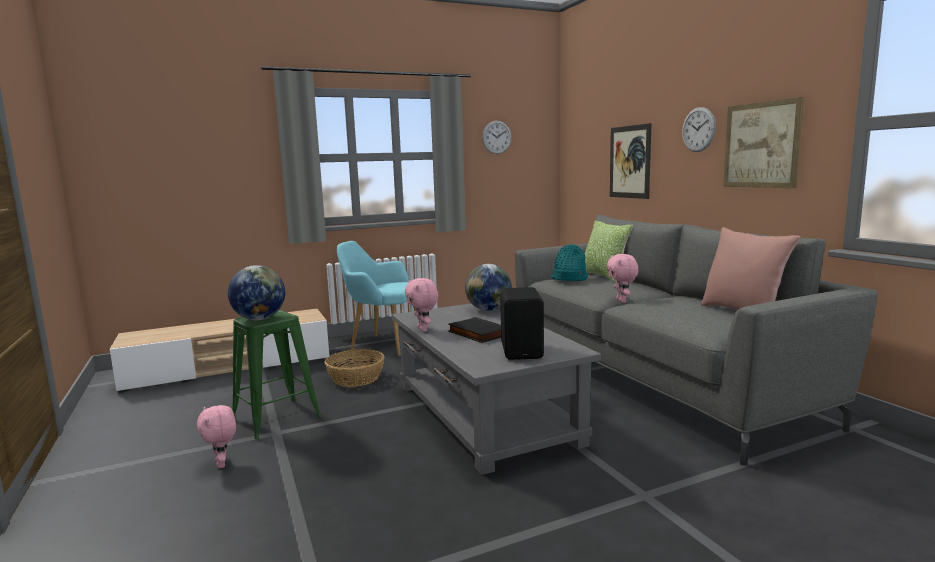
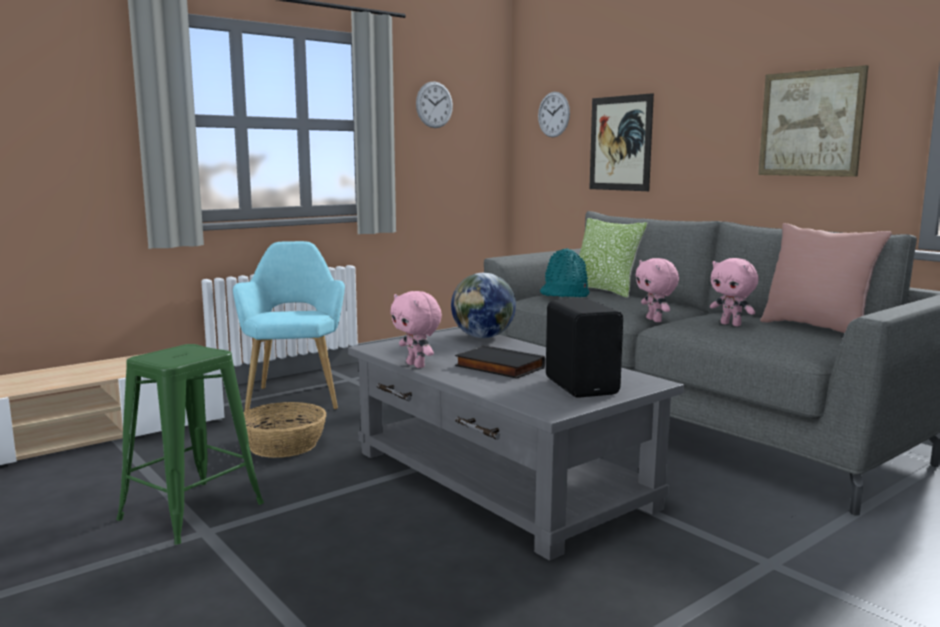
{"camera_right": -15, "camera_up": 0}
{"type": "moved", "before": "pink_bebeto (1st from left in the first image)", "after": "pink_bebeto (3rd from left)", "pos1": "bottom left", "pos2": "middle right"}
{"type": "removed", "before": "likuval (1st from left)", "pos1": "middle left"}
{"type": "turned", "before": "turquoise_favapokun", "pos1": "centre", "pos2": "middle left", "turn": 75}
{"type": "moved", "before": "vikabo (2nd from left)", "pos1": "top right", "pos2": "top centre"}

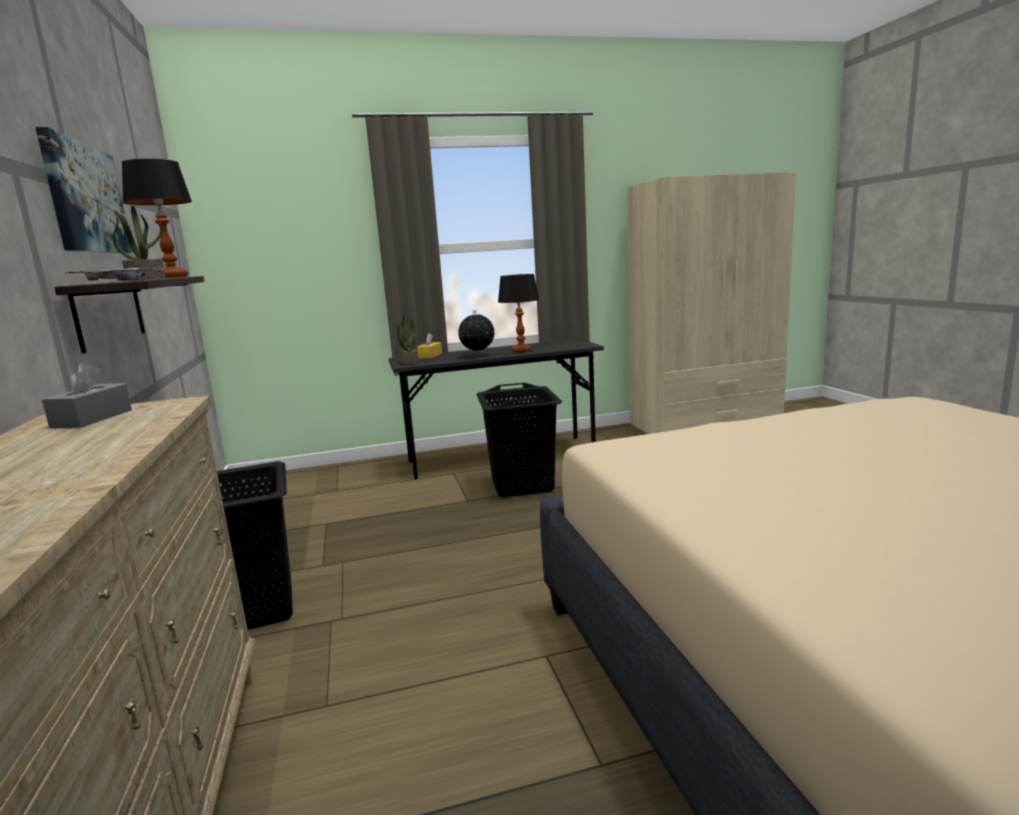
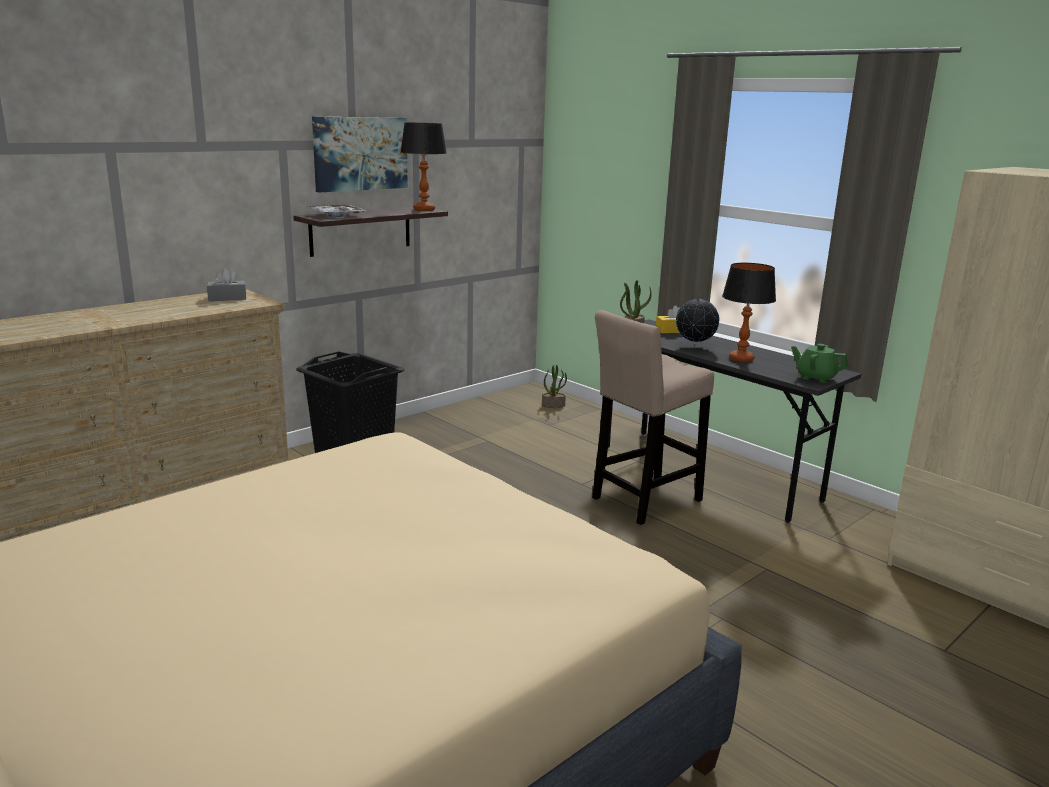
{"camera_right": 60, "camera_up": 5}
{"type": "moved", "before": "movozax (1st from left)", "pos1": "top left", "pos2": "centre"}
{"type": "replaced", "before": "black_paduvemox (2nd from left)", "after": "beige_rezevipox", "pos1": "centre", "pos2": "centre"}
{"type": "added", "after": "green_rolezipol", "pos2": "middle right"}

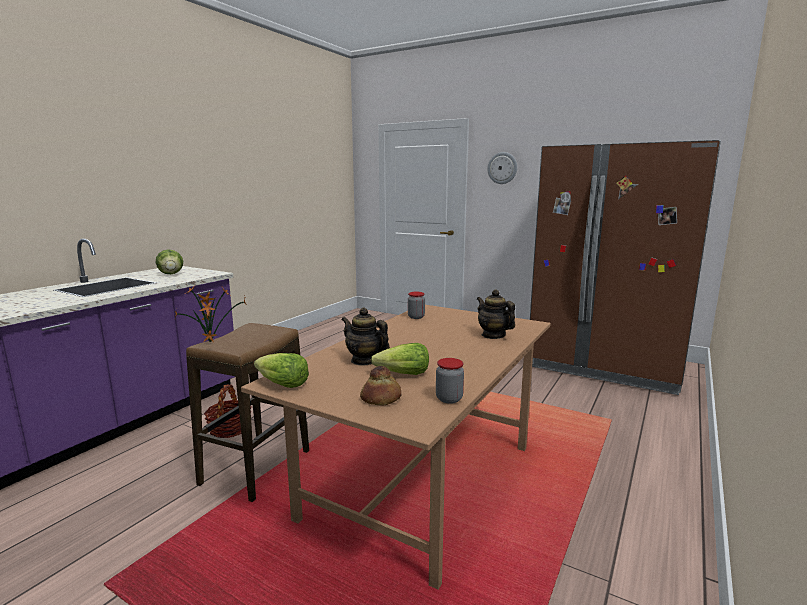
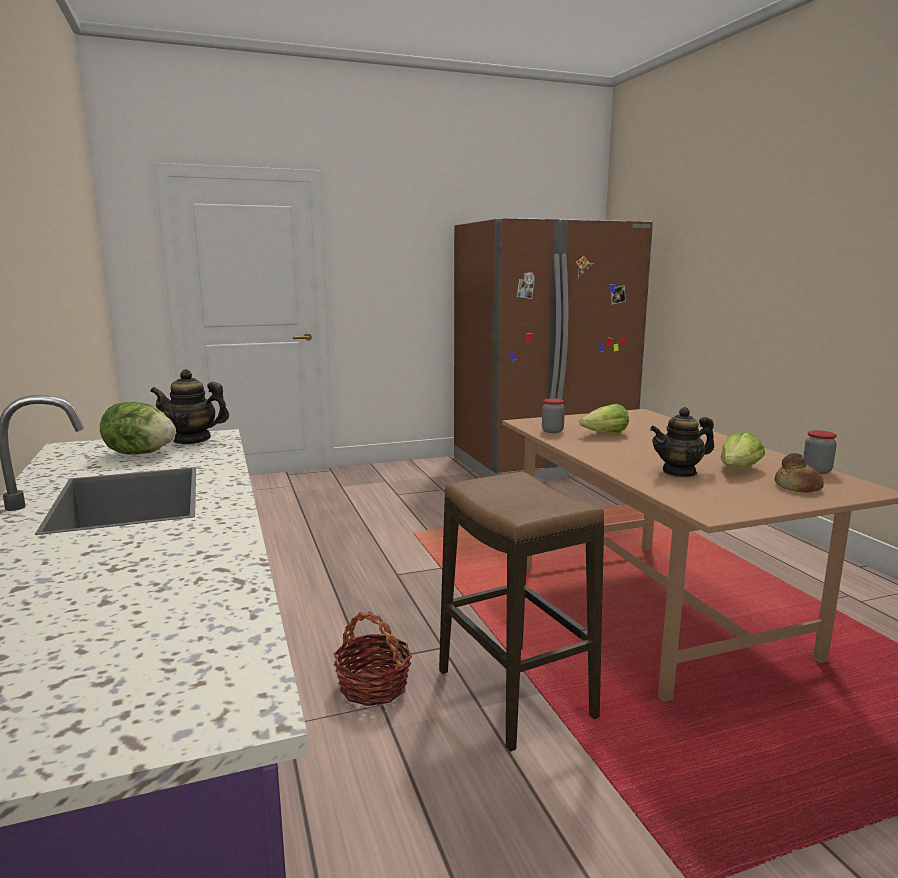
{"camera_right": -50, "camera_up": 0}
{"type": "removed", "before": "movozax", "pos1": "middle left"}
{"type": "moved", "before": "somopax (2nd from left)", "pos1": "centre", "pos2": "middle right"}
{"type": "moved", "before": "rolezipol (2nd from left in the first image)", "after": "rolezipol (1st from left)", "pos1": "centre", "pos2": "middle left"}
{"type": "removed", "before": "vikabo", "pos1": "top centre"}

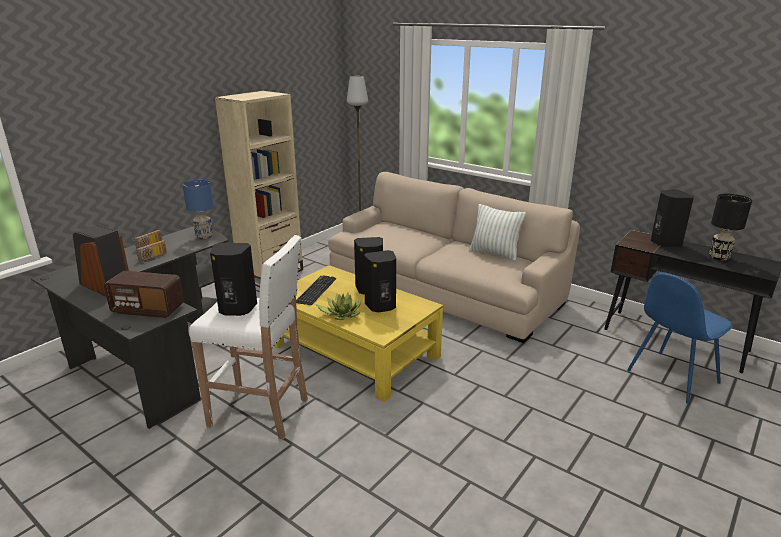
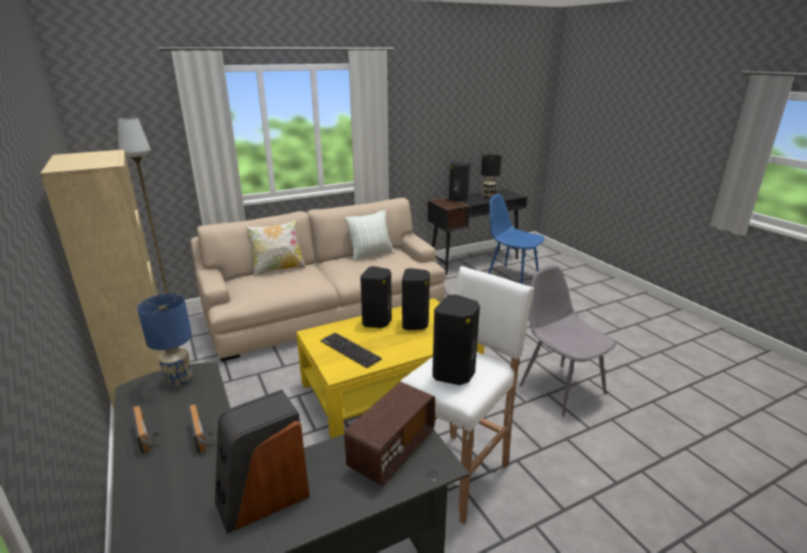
{"camera_right": -65, "camera_up": 0}
{"type": "removed", "before": "movozax", "pos1": "centre"}
{"type": "turned", "before": "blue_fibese", "pos1": "middle right", "pos2": "centre", "turn": 135}
{"type": "added", "after": "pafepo (1st from left)", "pos2": "centre"}
{"type": "added", "after": "grey_fibese", "pos2": "middle right"}

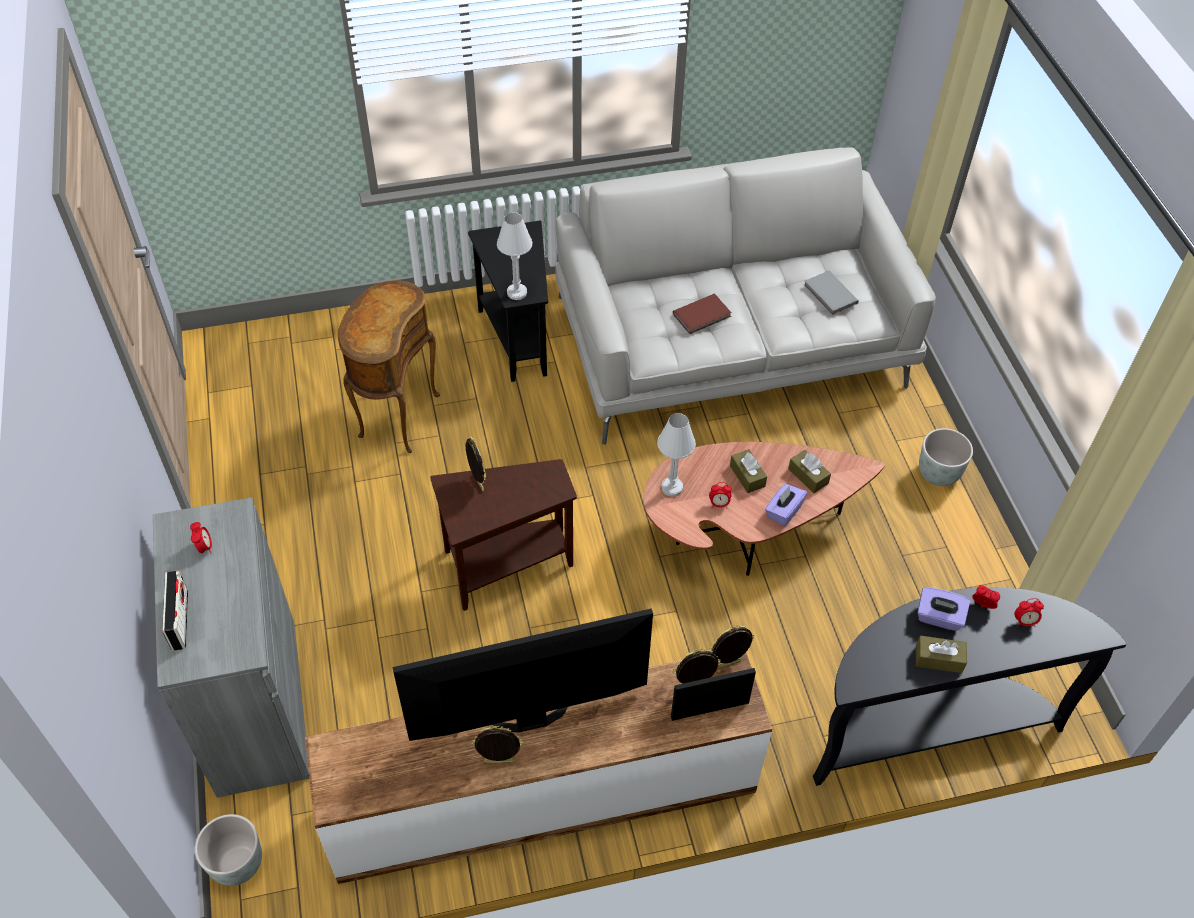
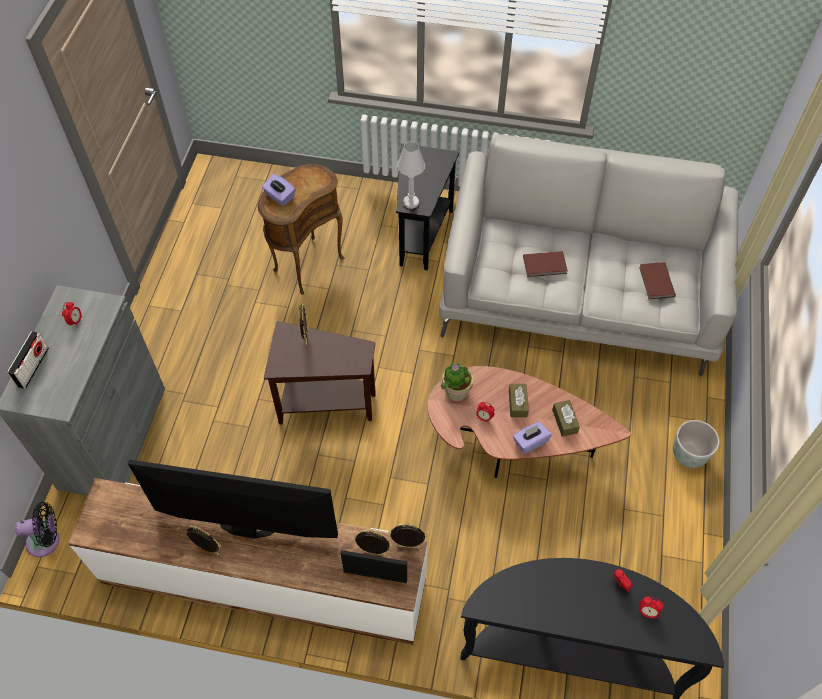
{"camera_right": 25, "camera_up": 5}
{"type": "replaced", "before": "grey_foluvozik (1st from left)", "after": "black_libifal", "pos1": "bottom left", "pos2": "bottom left"}
{"type": "replaced", "before": "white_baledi (2nd from left)", "after": "movozax", "pos1": "centre", "pos2": "centre"}
{"type": "recoloured", "before": "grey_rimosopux", "after": "brown_rimosopux (2nd from left)", "pos1": "top right", "pos2": "middle right"}
{"type": "removed", "before": "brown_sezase (3rd from left)", "pos1": "bottom right"}
{"type": "moved", "before": "purple_sezase (2nd from left in the first image)", "after": "purple_sezase (1st from left)", "pos1": "middle right", "pos2": "top centre"}

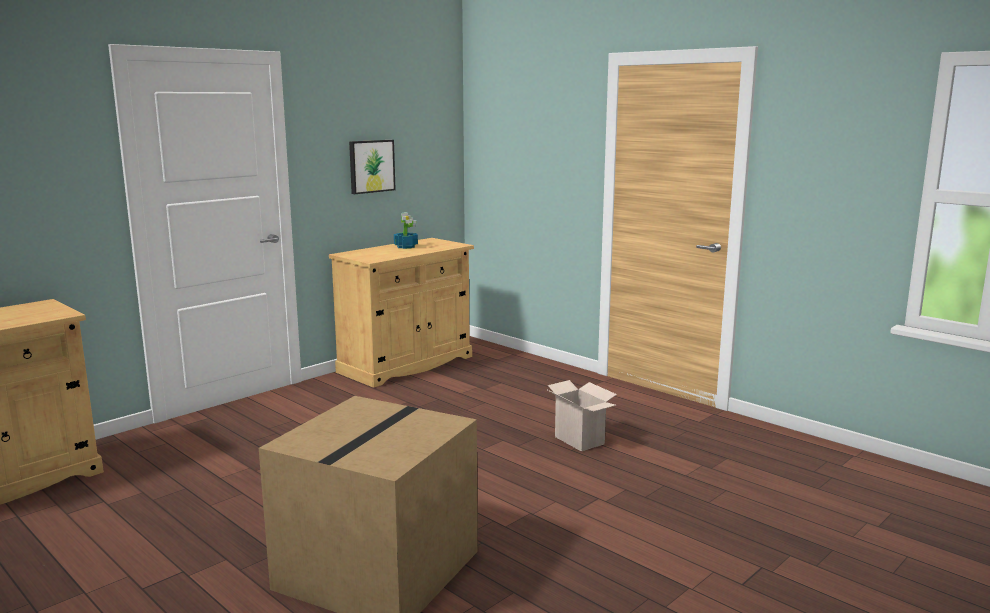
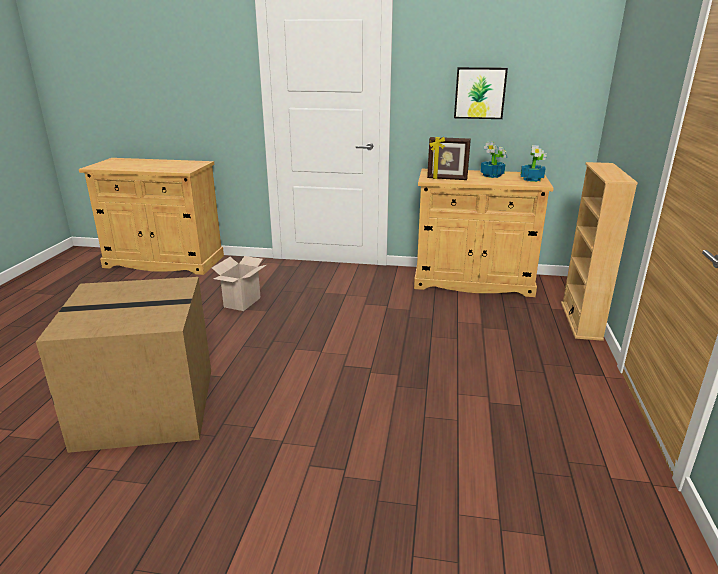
{"camera_right": 55, "camera_up": 10}
{"type": "moved", "before": "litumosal (2nd from left)", "pos1": "bottom centre", "pos2": "middle left"}
{"type": "added", "after": "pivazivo", "pos2": "top centre"}
{"type": "added", "after": "movozax (2nd from left)", "pos2": "top right"}
{"type": "added", "after": "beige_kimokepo", "pos2": "middle right"}

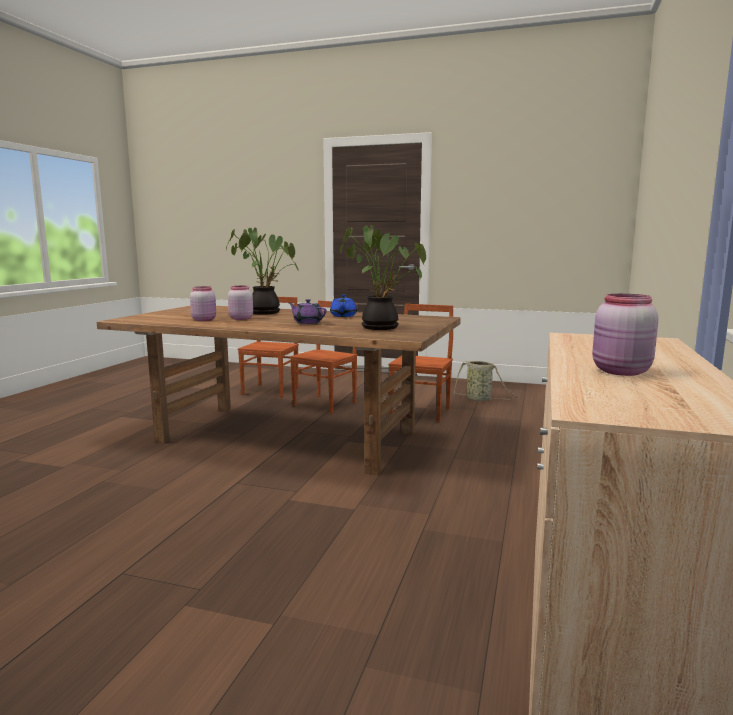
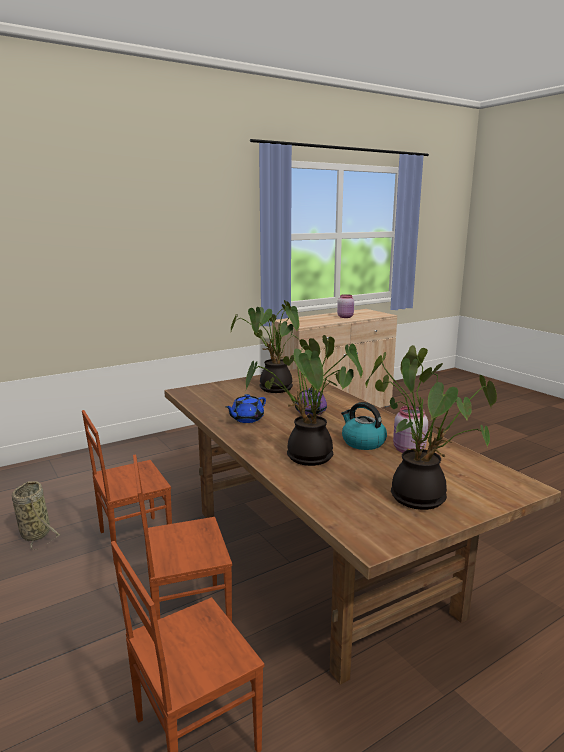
{"camera_right": -140, "camera_up": 5}
{"type": "replaced", "before": "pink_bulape (2nd from left)", "after": "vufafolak", "pos1": "middle left", "pos2": "centre"}
{"type": "added", "after": "movozax (3rd from left)", "pos2": "middle right"}

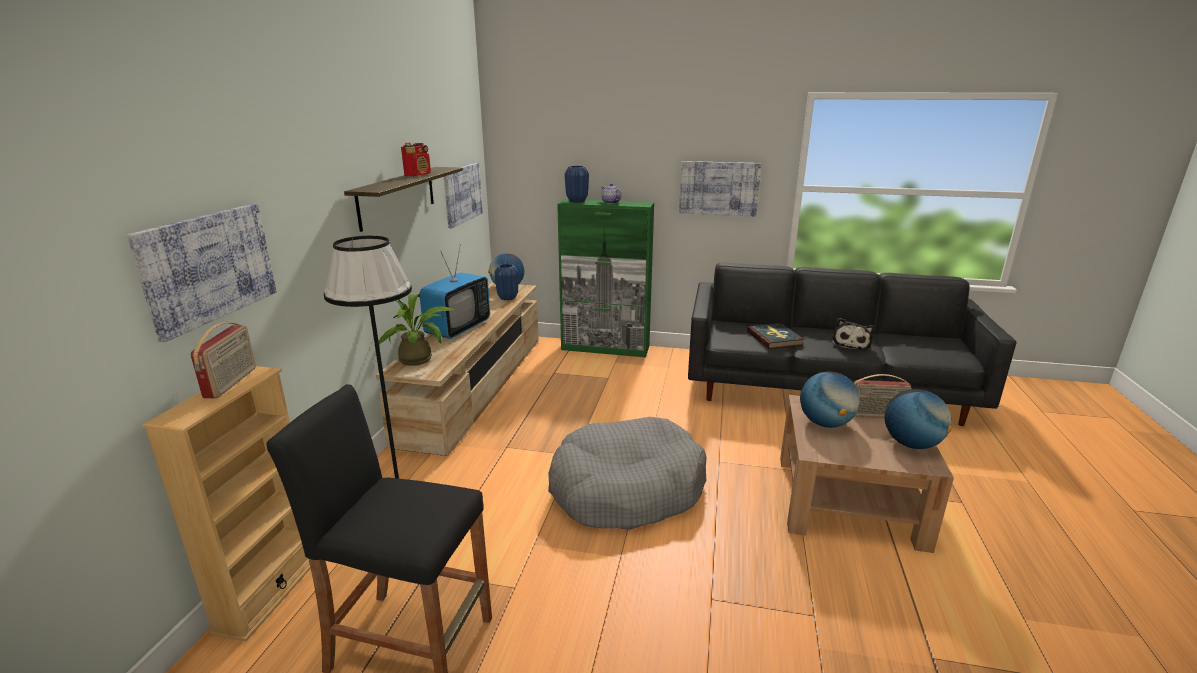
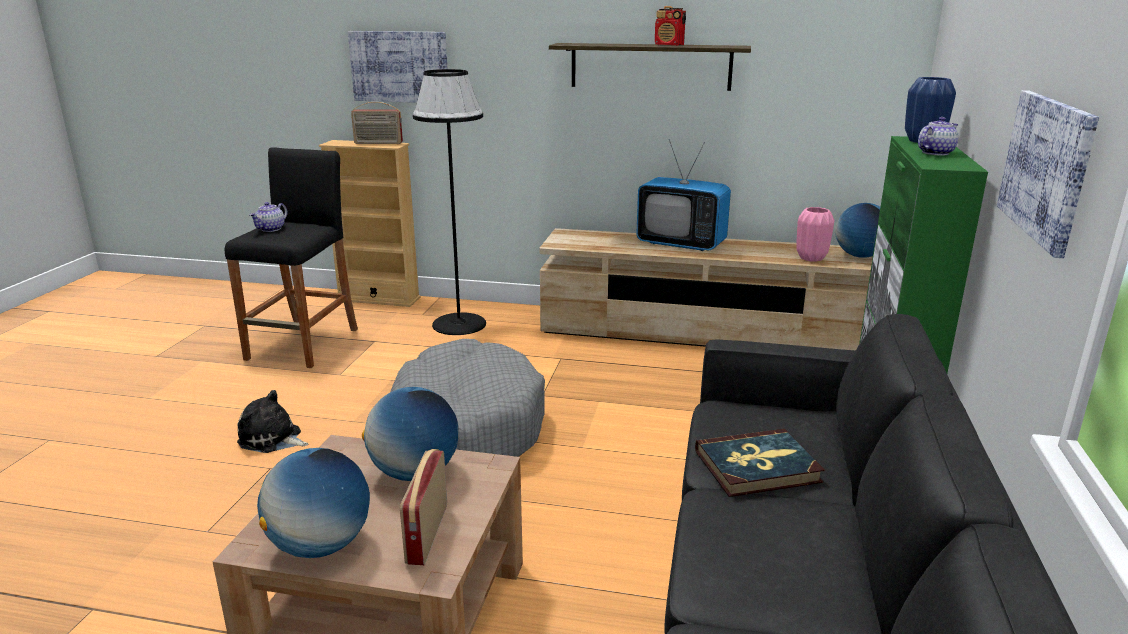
{"camera_right": 90, "camera_up": 0}
{"type": "removed", "before": "movozax", "pos1": "centre"}
{"type": "removed", "before": "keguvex (2nd from left)", "pos1": "top centre"}
{"type": "recoloured", "before": "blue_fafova (1st from left)", "after": "pink_fafova", "pos1": "centre", "pos2": "middle right"}
{"type": "moved", "before": "bebeto", "pos1": "middle right", "pos2": "middle left"}
{"type": "added", "after": "rolezipol (1st from left)", "pos2": "middle left"}

